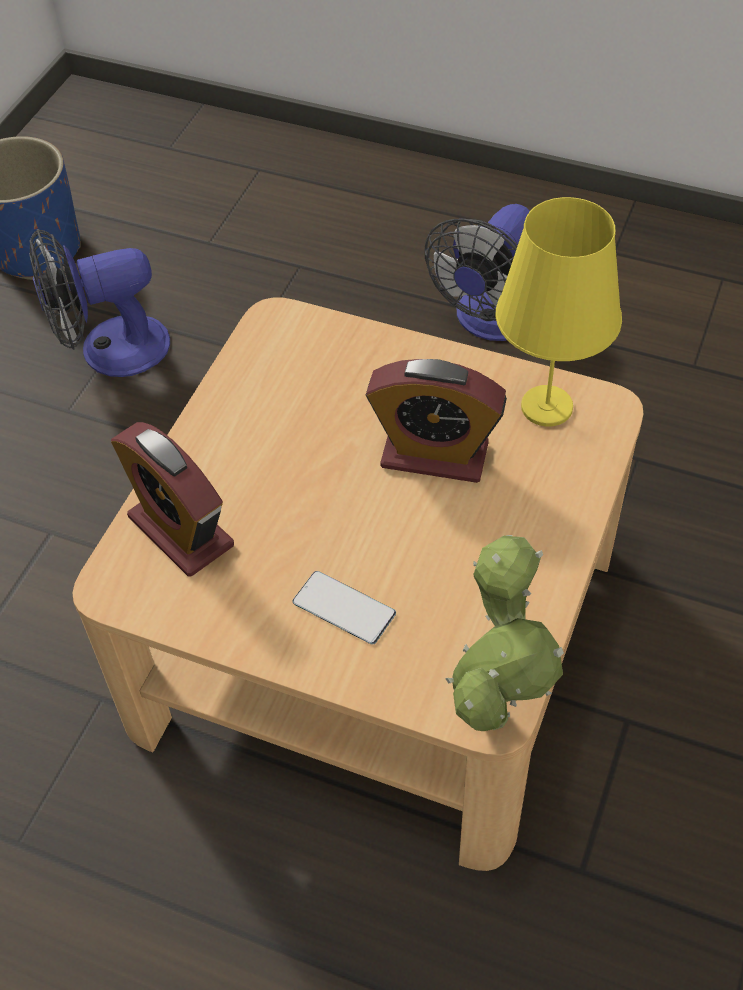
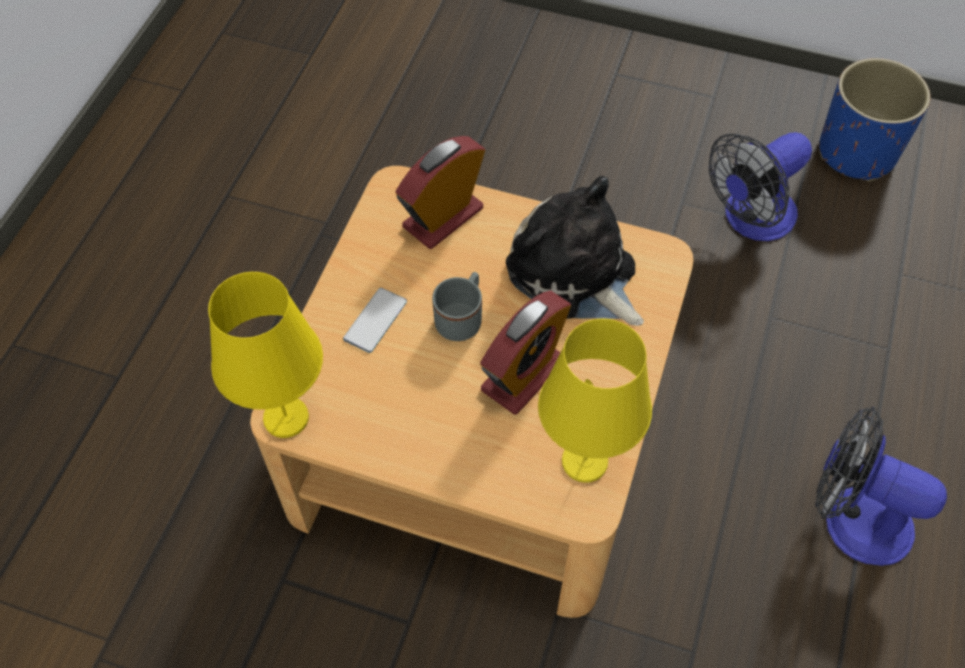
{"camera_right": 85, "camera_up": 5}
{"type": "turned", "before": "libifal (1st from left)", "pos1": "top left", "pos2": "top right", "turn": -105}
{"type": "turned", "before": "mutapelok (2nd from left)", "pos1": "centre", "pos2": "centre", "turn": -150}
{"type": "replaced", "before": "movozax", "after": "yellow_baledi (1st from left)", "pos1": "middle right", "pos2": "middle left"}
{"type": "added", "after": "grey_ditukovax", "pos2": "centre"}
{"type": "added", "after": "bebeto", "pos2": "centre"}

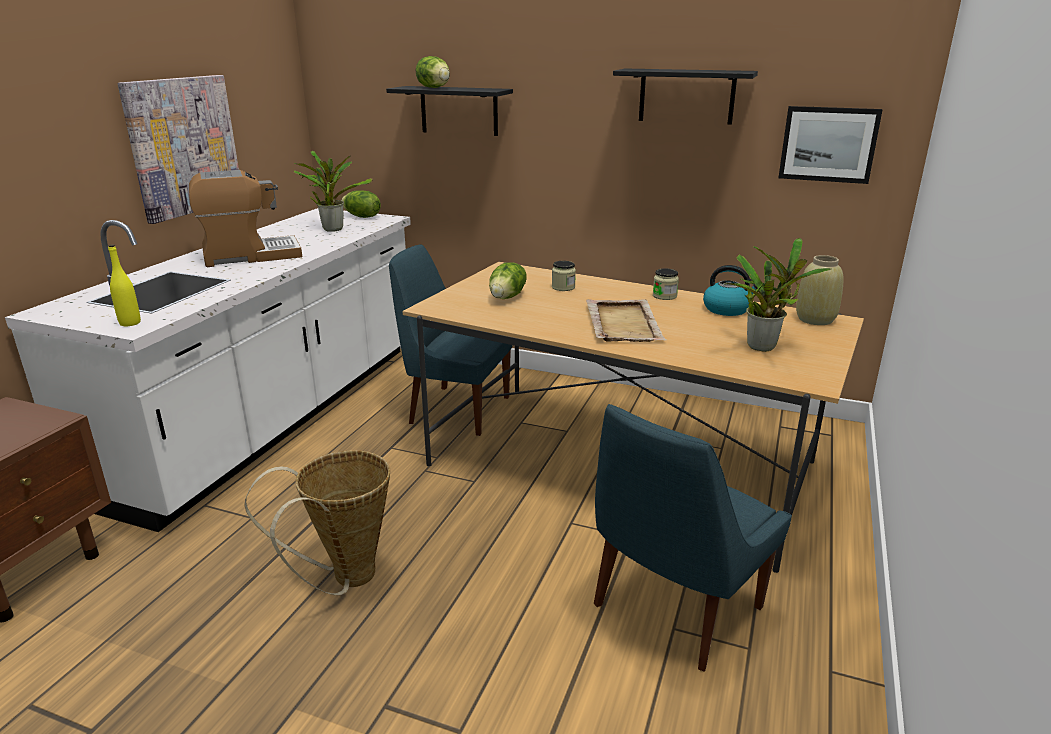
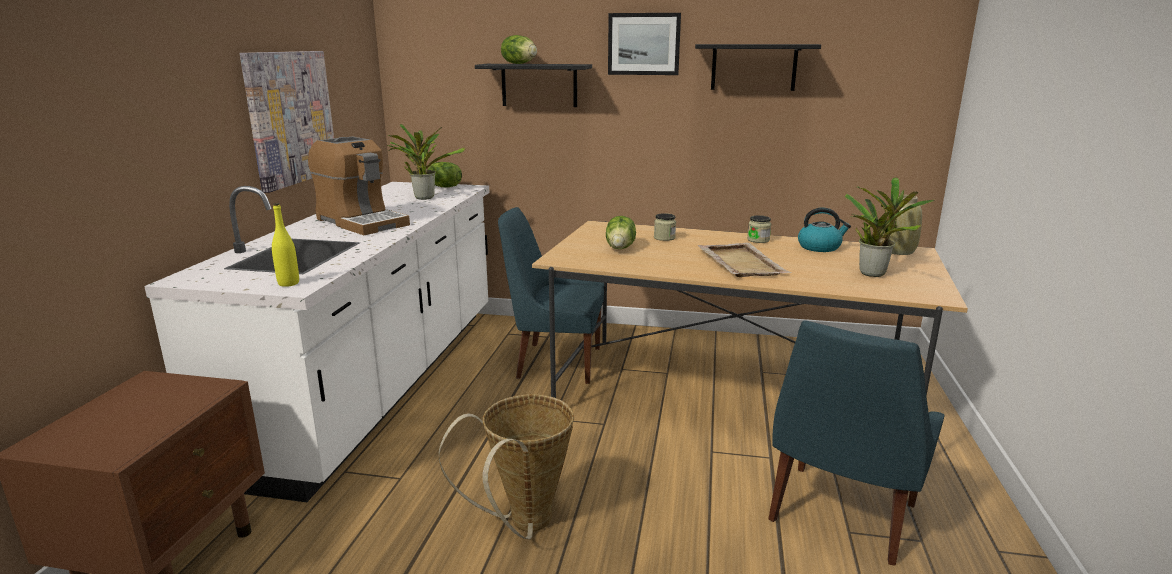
{"camera_right": -10, "camera_up": -5}
{"type": "turned", "before": "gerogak", "pos1": "top left", "pos2": "top left", "turn": 75}
{"type": "moved", "before": "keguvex (2nd from left)", "pos1": "top right", "pos2": "top centre"}

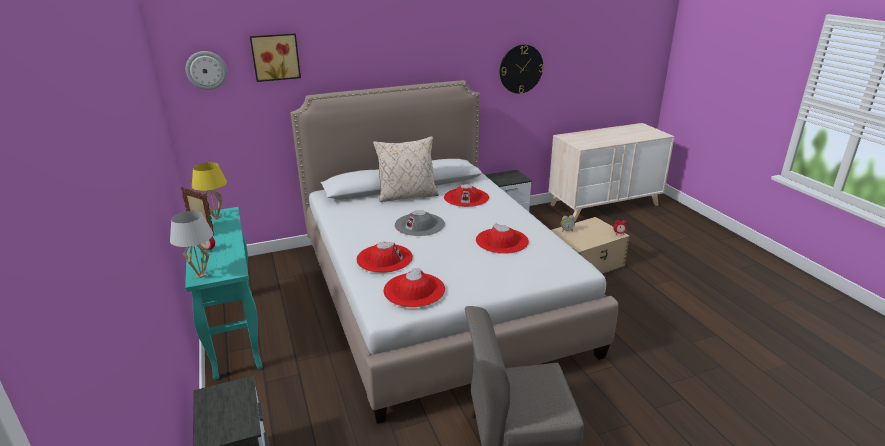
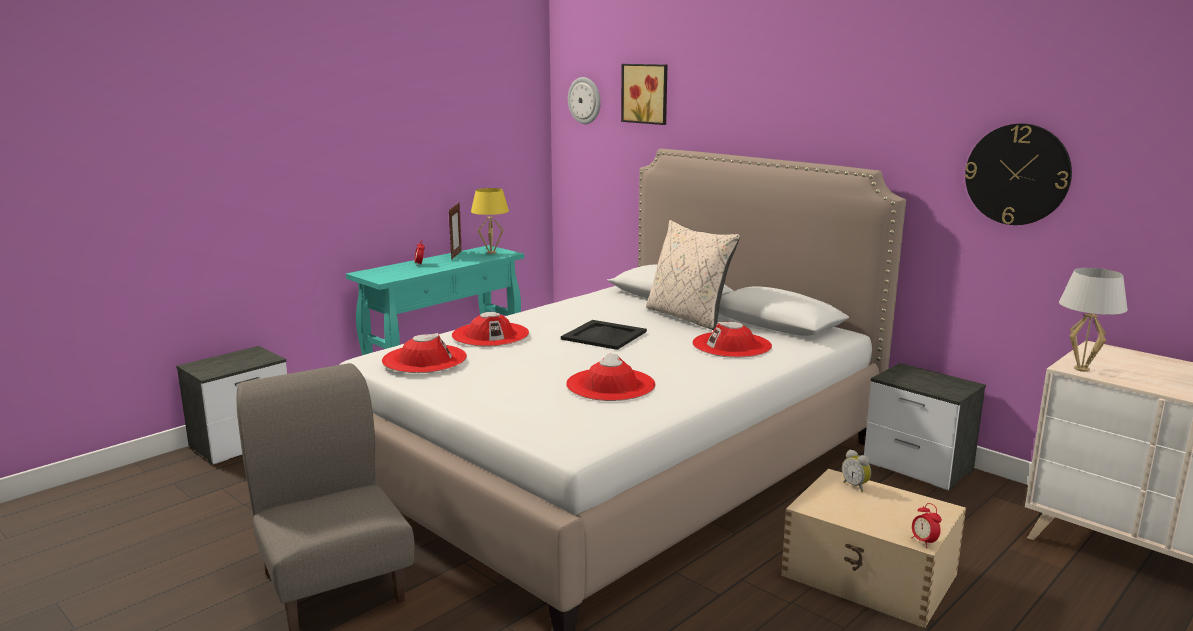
{"camera_right": 65, "camera_up": -10}
{"type": "moved", "before": "white_baledi", "pos1": "middle left", "pos2": "middle right"}
{"type": "replaced", "before": "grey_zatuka", "after": "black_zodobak", "pos1": "centre", "pos2": "centre"}

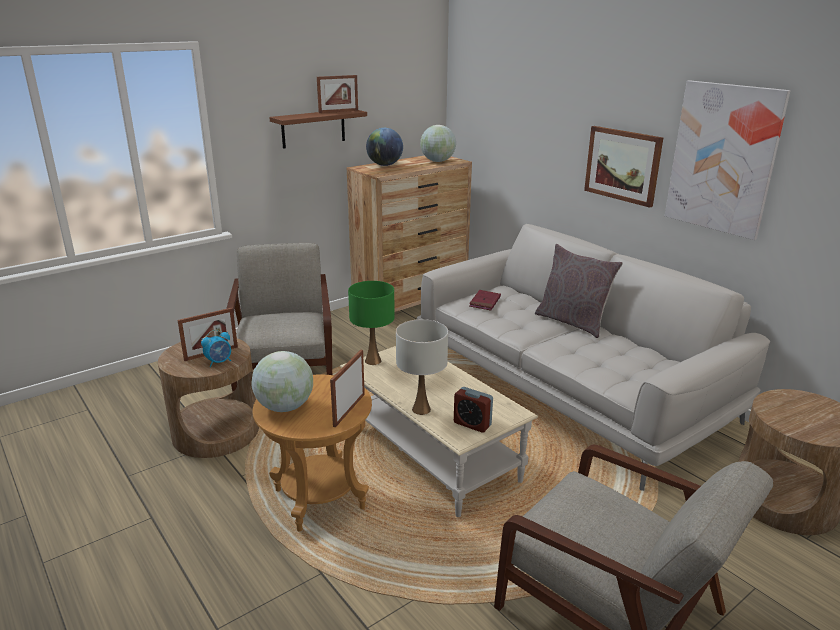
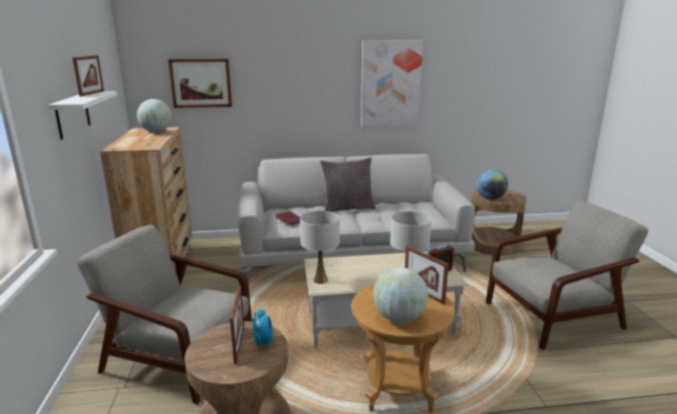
{"camera_right": -60, "camera_up": -5}
{"type": "recoloured", "before": "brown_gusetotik", "after": "white_gusetotik", "pos1": "top centre", "pos2": "top left"}
{"type": "recoloured", "before": "green_baledi", "after": "white_baledi (1st from left)", "pos1": "centre", "pos2": "centre"}
{"type": "moved", "before": "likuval (2nd from left in the first image)", "after": "likuval (3rd from left)", "pos1": "top centre", "pos2": "middle right"}
{"type": "moved", "before": "keguvex (1st from left)", "pos1": "top right", "pos2": "top left"}

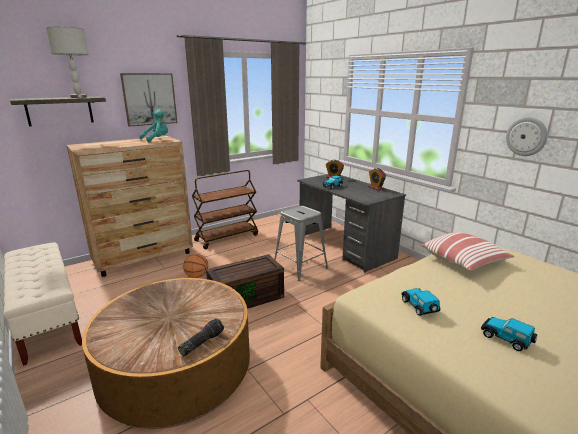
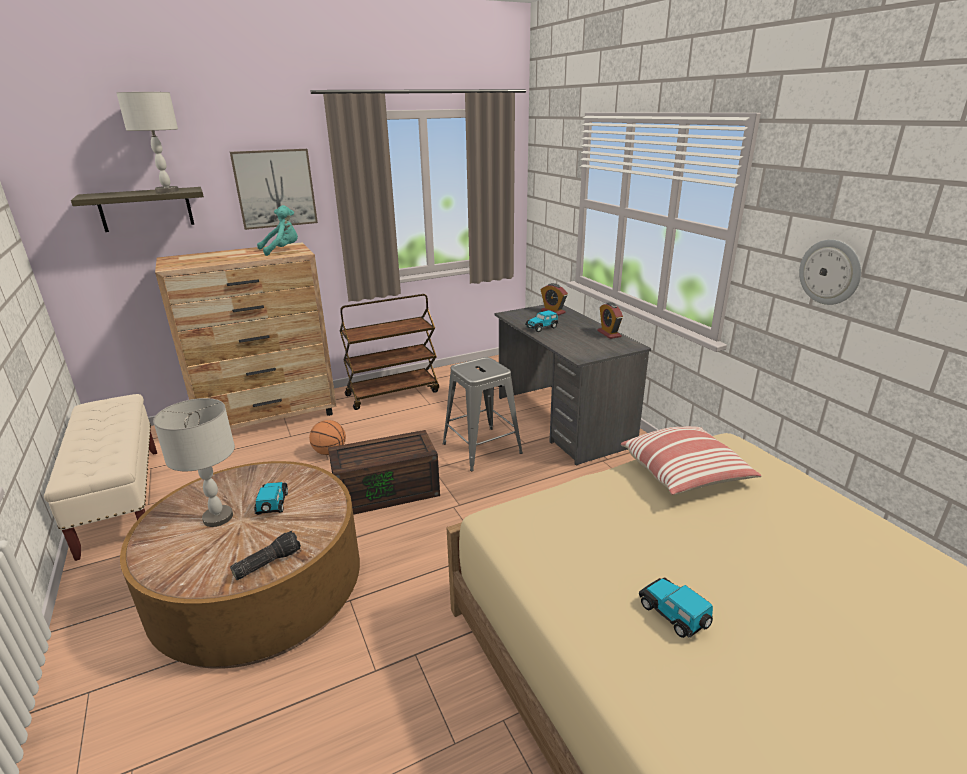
{"camera_right": 10, "camera_up": 5}
{"type": "moved", "before": "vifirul (2nd from left in the first image)", "after": "vifirul (1st from left)", "pos1": "bottom right", "pos2": "middle left"}
{"type": "added", "after": "grey_baledi (2nd from left)", "pos2": "middle left"}

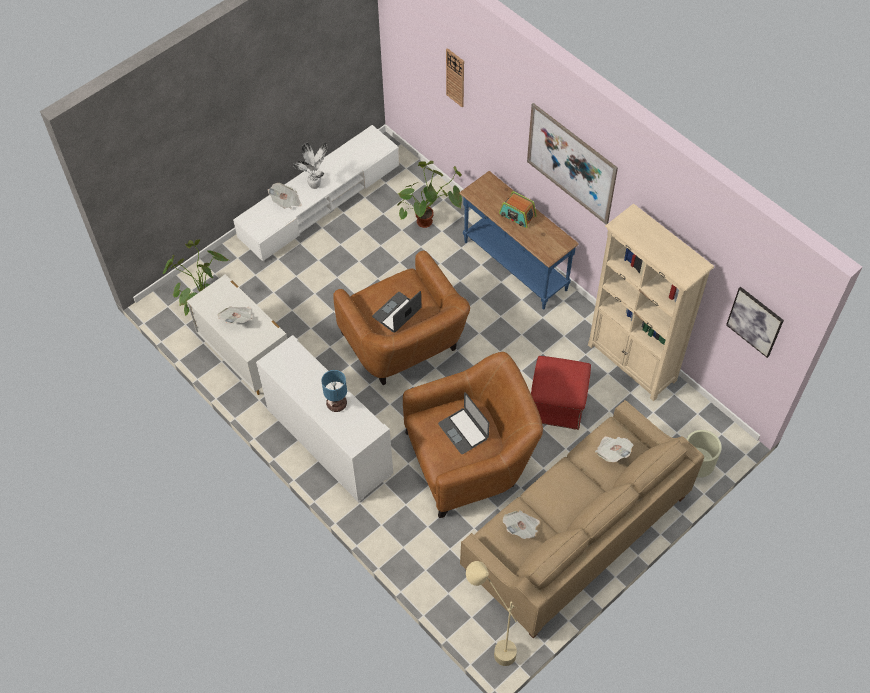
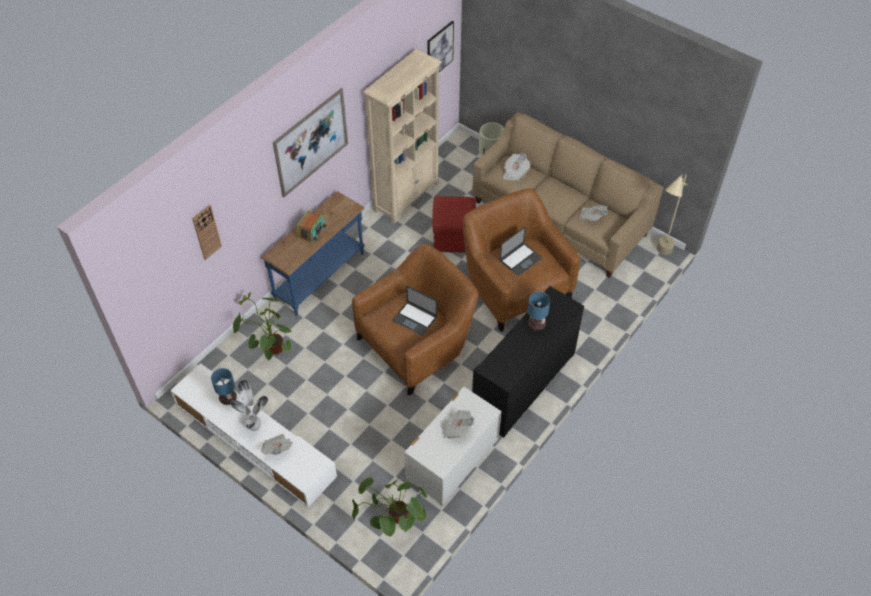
{"camera_right": -100, "camera_up": -5}
{"type": "recoloured", "before": "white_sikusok", "after": "black_sikusok", "pos1": "centre", "pos2": "centre"}
{"type": "added", "after": "baledi (1st from left)", "pos2": "middle left"}

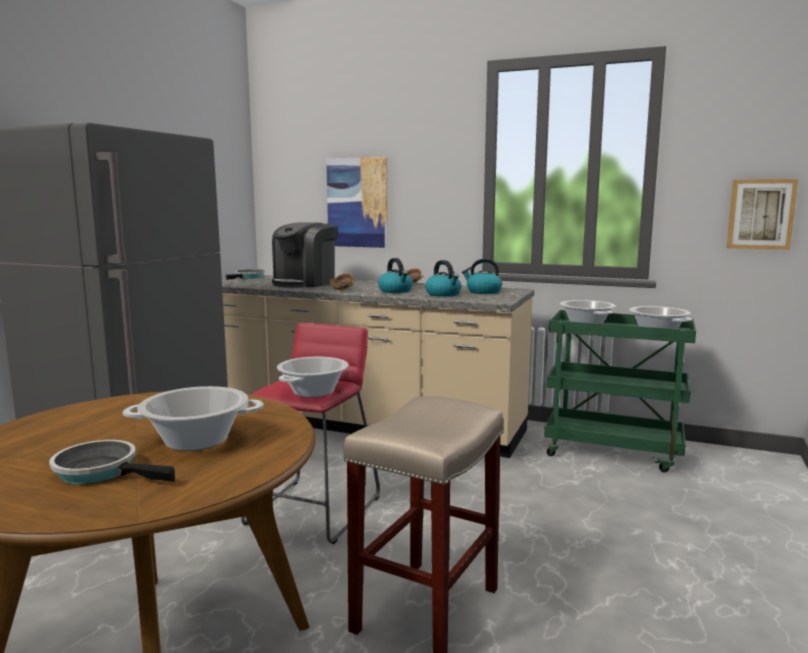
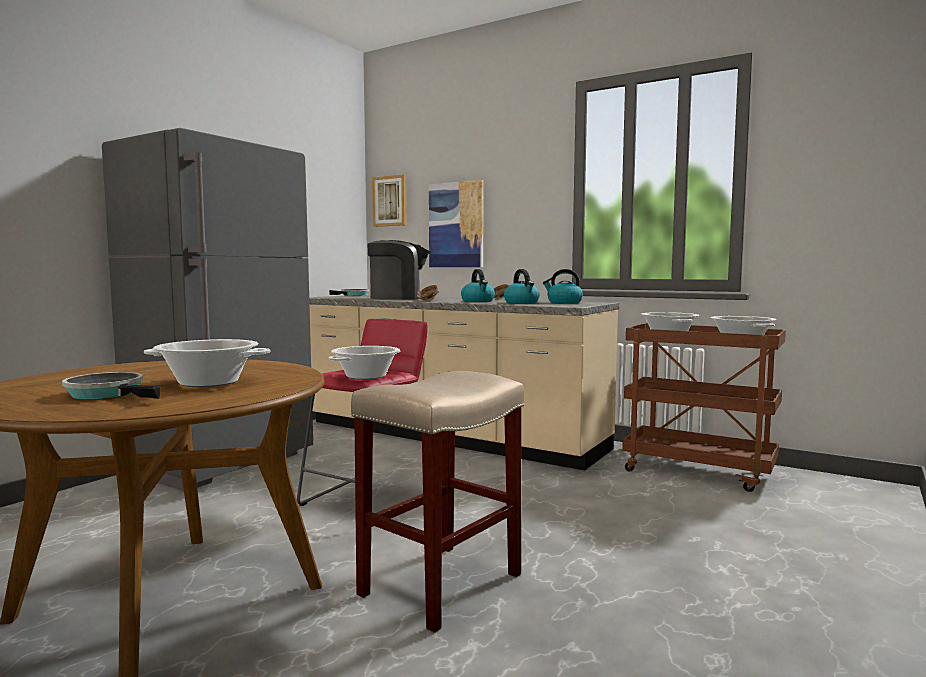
{"camera_right": 10, "camera_up": -5}
{"type": "turned", "before": "gerogak", "pos1": "centre", "pos2": "centre", "turn": -135}
{"type": "recoloured", "before": "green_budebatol", "after": "brown_budebatol", "pos1": "middle right", "pos2": "middle right"}
{"type": "moved", "before": "keguvex (2nd from left in the first image)", "after": "keguvex (1st from left)", "pos1": "top right", "pos2": "top centre"}

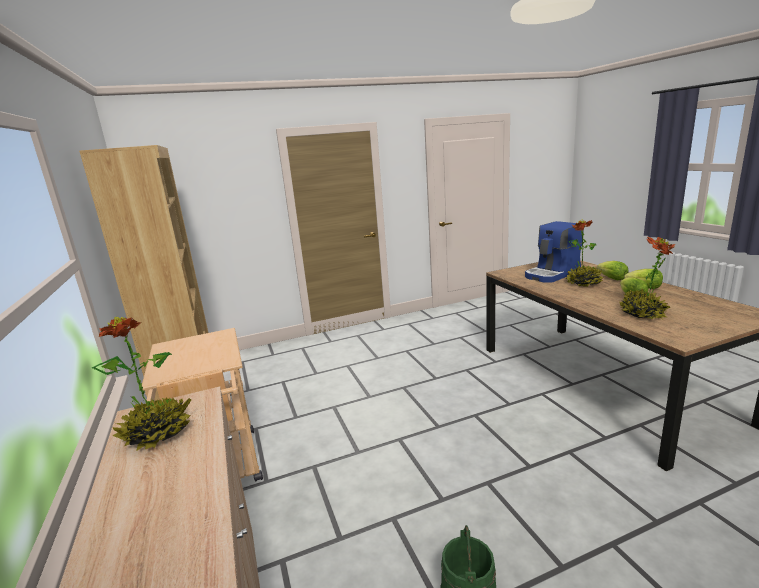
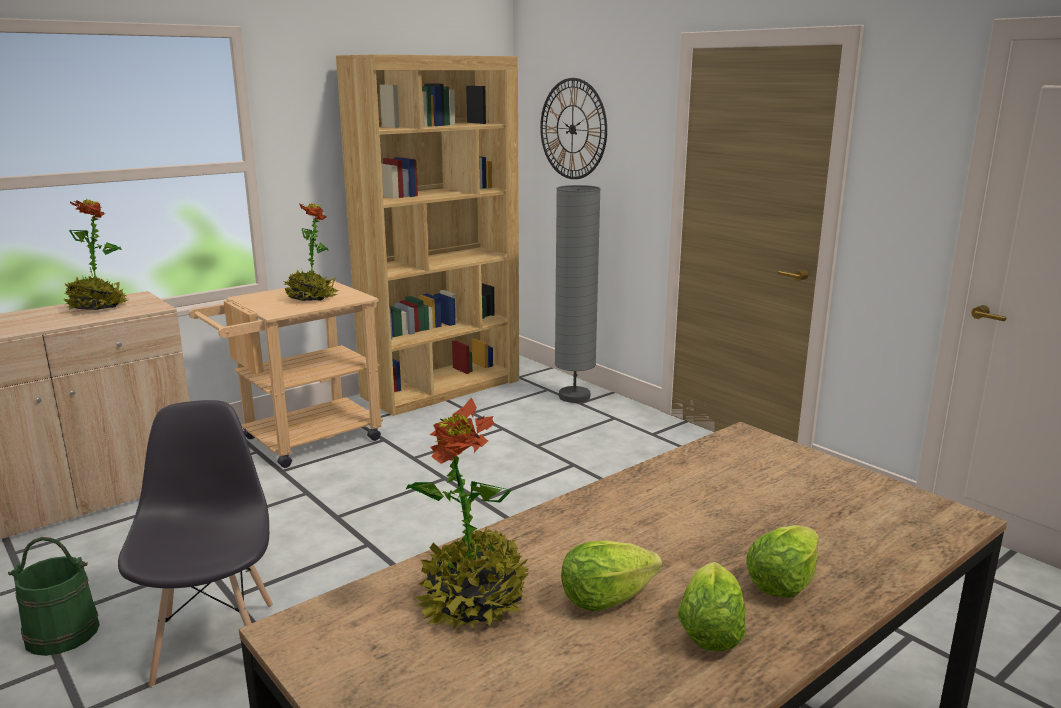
{"camera_right": 70, "camera_up": 0}
{"type": "removed", "before": "gerogak", "pos1": "middle right"}
{"type": "moved", "before": "movozax (2nd from left)", "pos1": "middle right", "pos2": "middle left"}
{"type": "added", "after": "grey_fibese", "pos2": "bottom left"}
{"type": "added", "after": "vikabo", "pos2": "top centre"}
{"type": "added", "after": "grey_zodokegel", "pos2": "centre"}

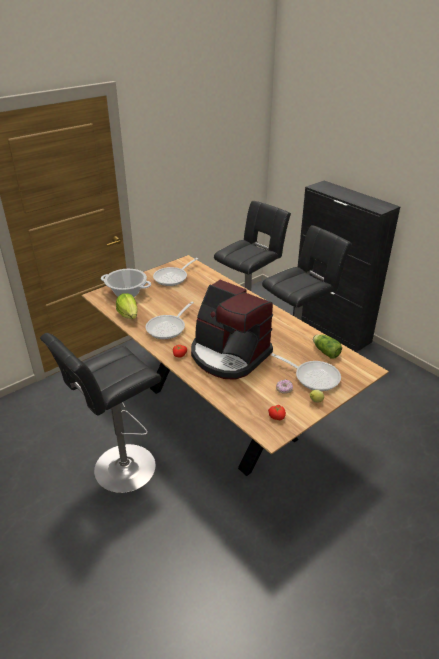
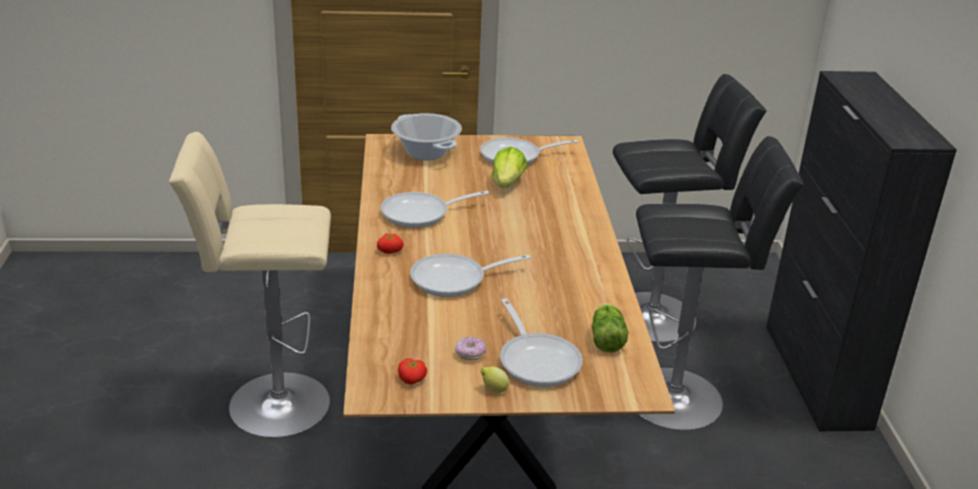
{"camera_right": 35, "camera_up": -5}
{"type": "recoloured", "before": "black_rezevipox (1st from left)", "after": "beige_rezevipox", "pos1": "middle left", "pos2": "middle left"}
{"type": "moved", "before": "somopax (1st from left)", "pos1": "middle left", "pos2": "centre"}
{"type": "replaced", "before": "gerogak", "after": "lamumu (2nd from left)", "pos1": "centre", "pos2": "centre"}

